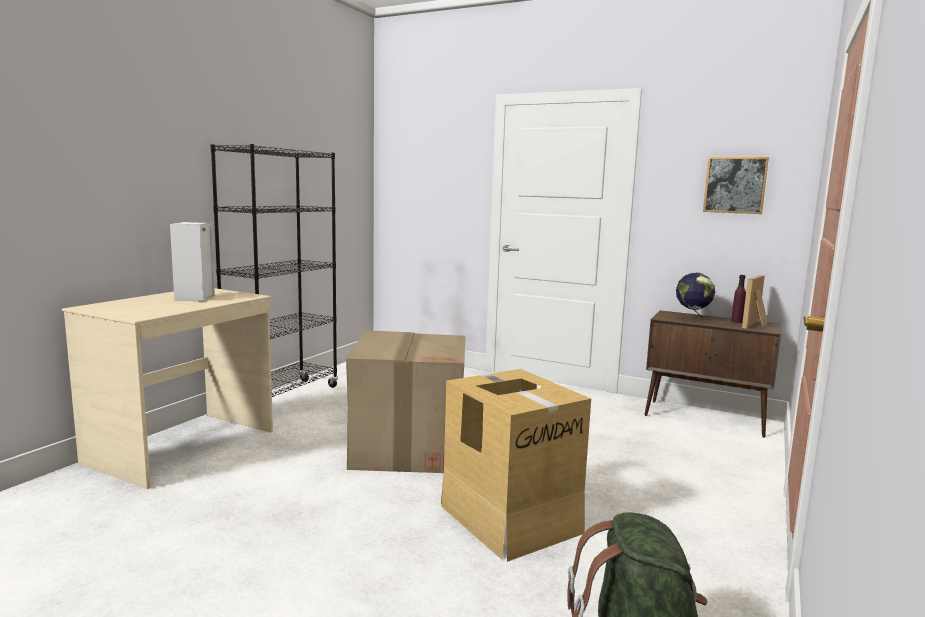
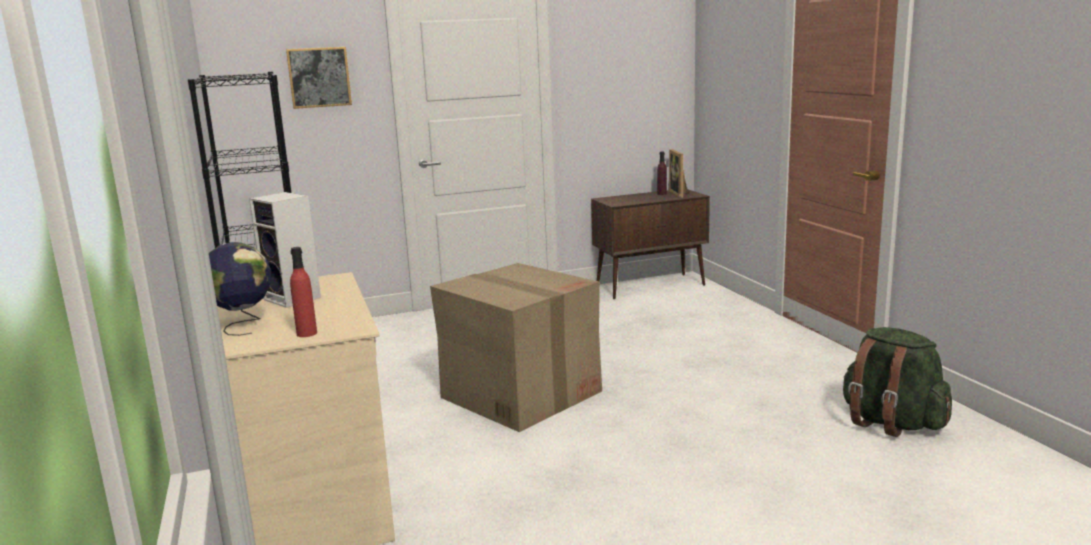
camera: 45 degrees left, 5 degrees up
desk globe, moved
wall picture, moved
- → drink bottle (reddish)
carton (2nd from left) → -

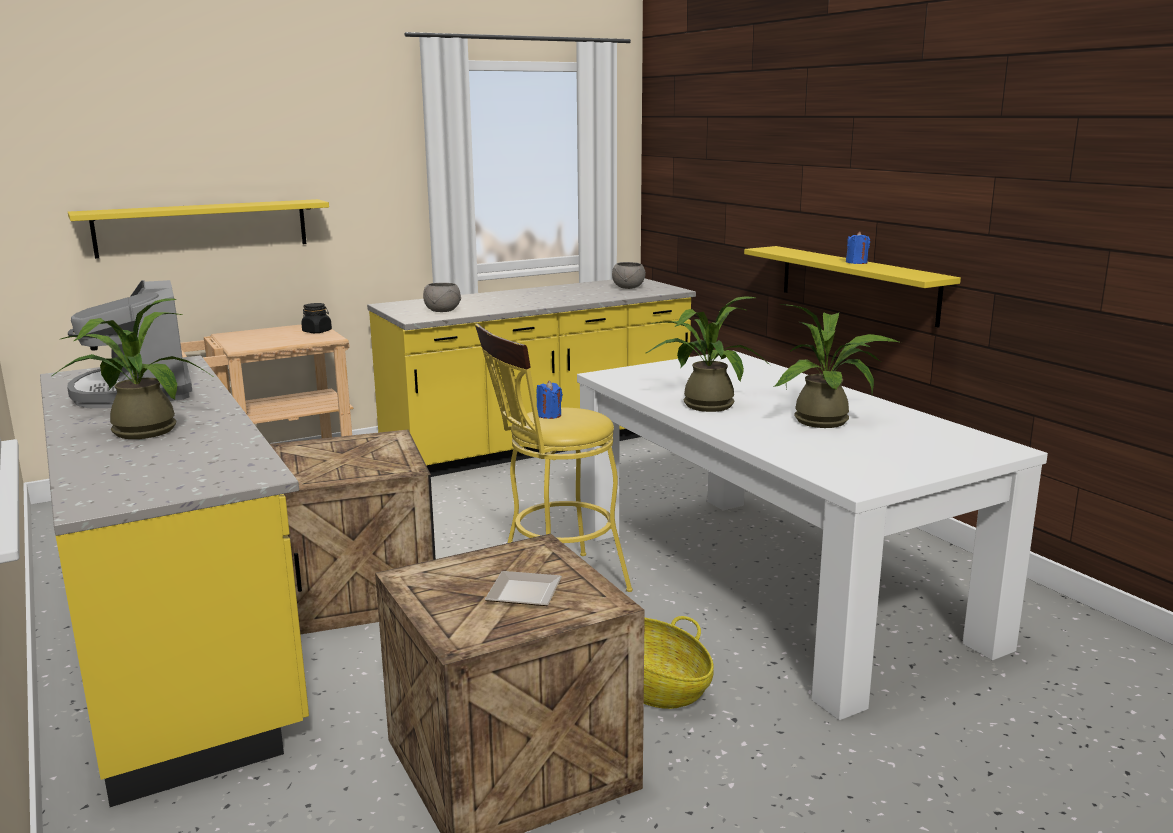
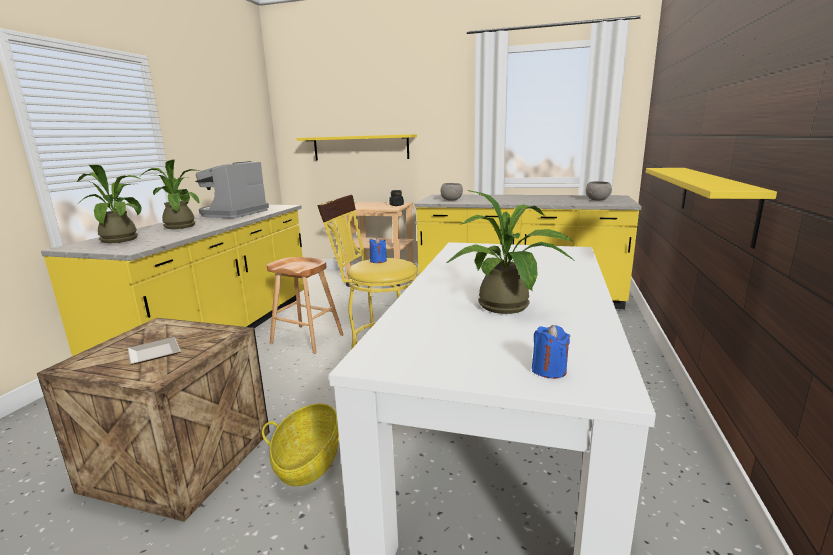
camera: 45 degrees right, 0 degrees up
potted plant (2nd from left in the first image) → potted plant (1st from left), moved
crate (1st from left) → sitting stool (brownish)
candle (bluish) (2nd from left), moved

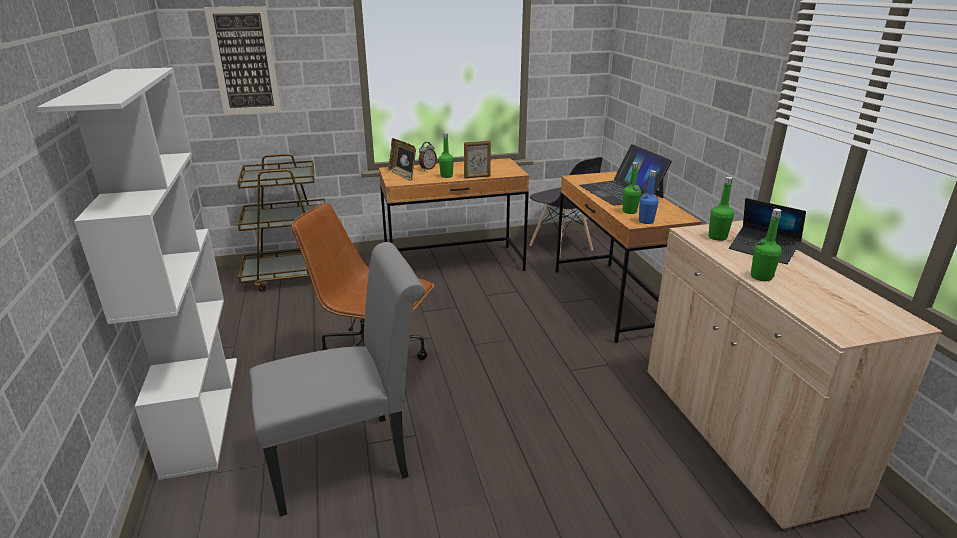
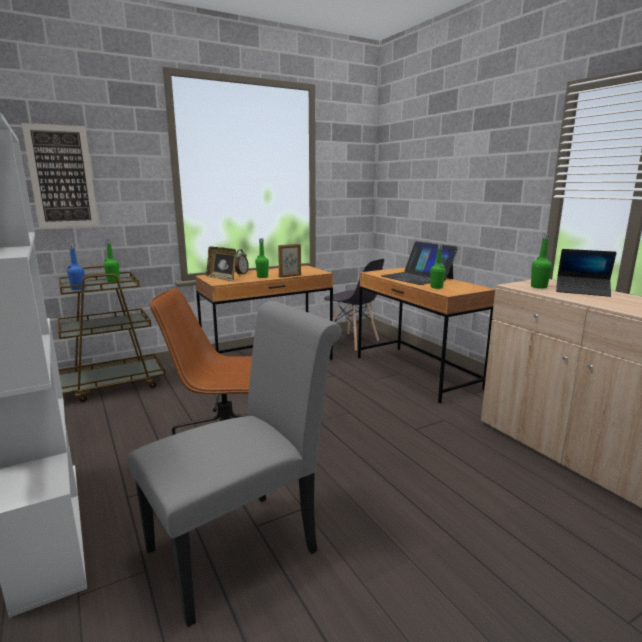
camera: 15 degrees left, 10 degrees down
drink bottle (bluish), moved
drink bottle (greenish) (4th from left in the first image) → drink bottle (greenish) (1st from left), moved

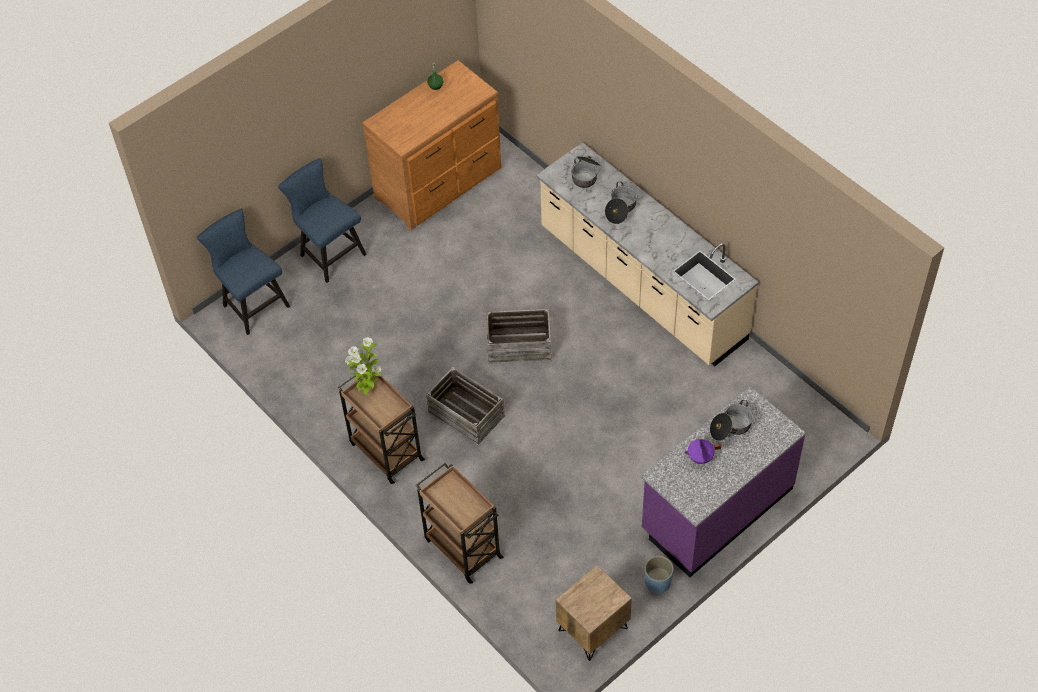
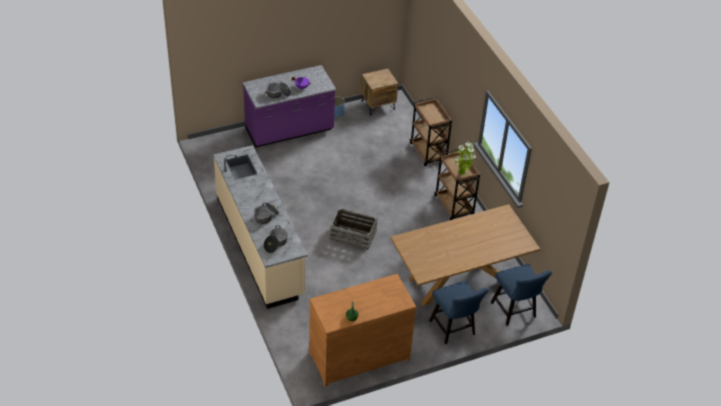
camera: 165 degrees left, 10 degrees down
- → kitchen table (brownish)
crate (1st from left) → -

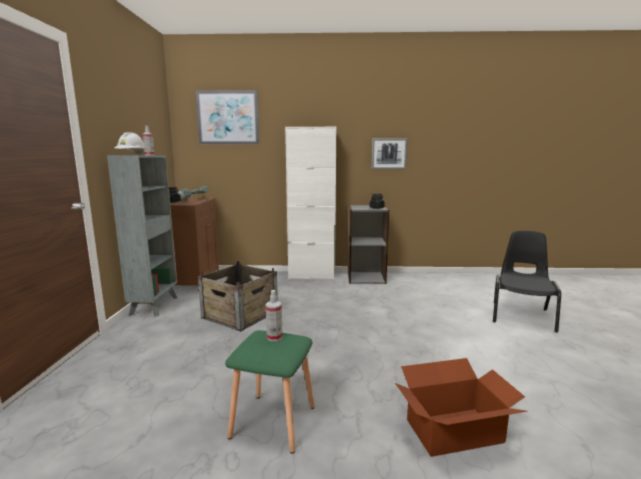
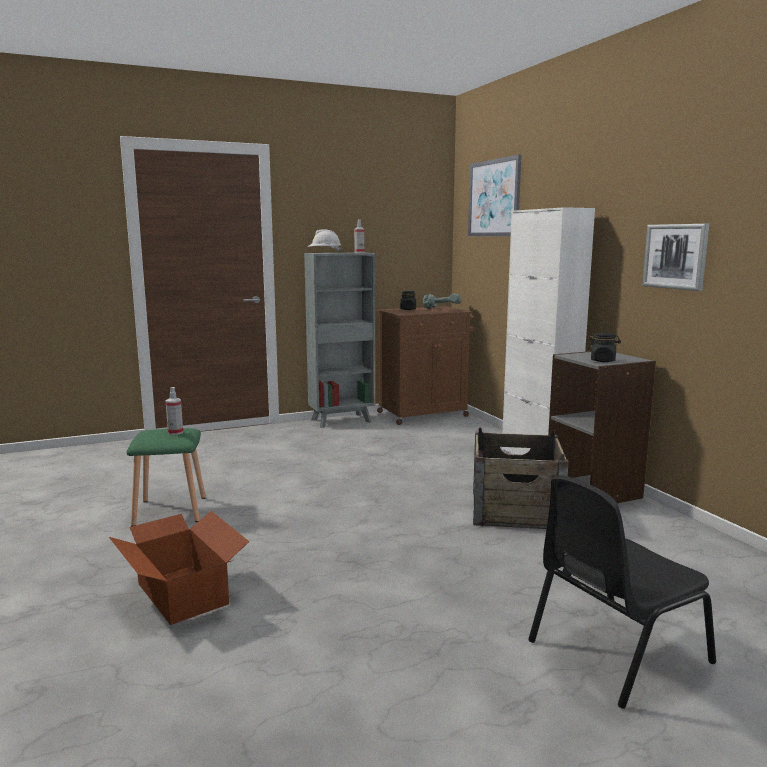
camera: 65 degrees right, 0 degrees up
crate, moved
plain chair (black), 150 degrees clockwise

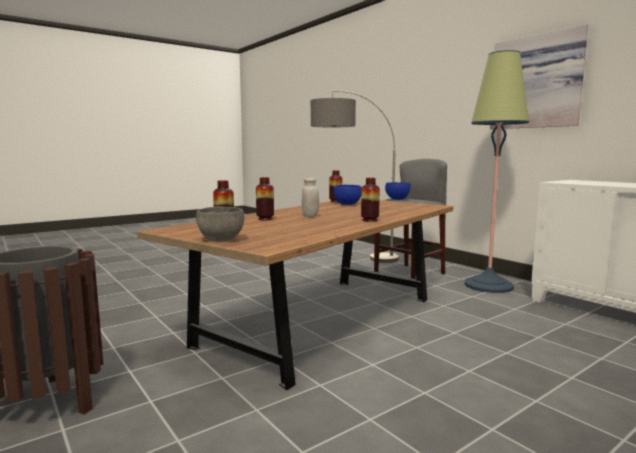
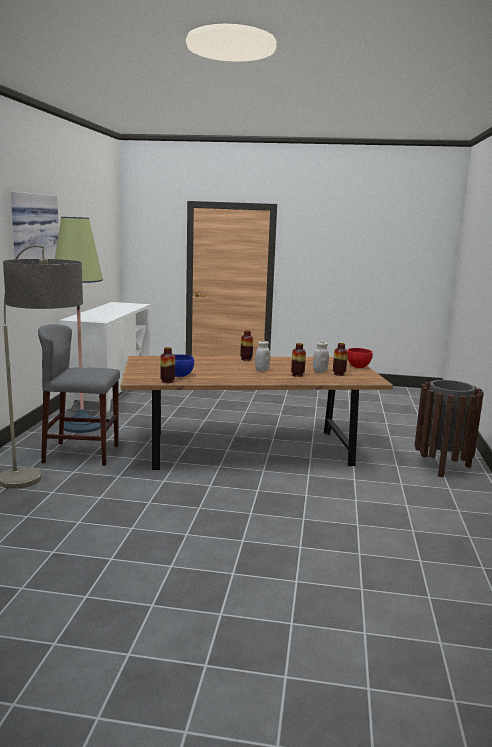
camera: 135 degrees left, 5 degrees up
- → preserve jar (white-coloured) (2nd from left)
bowl (grey) → bowl (reddish)
bowl (bluish) (2nd from left) → -

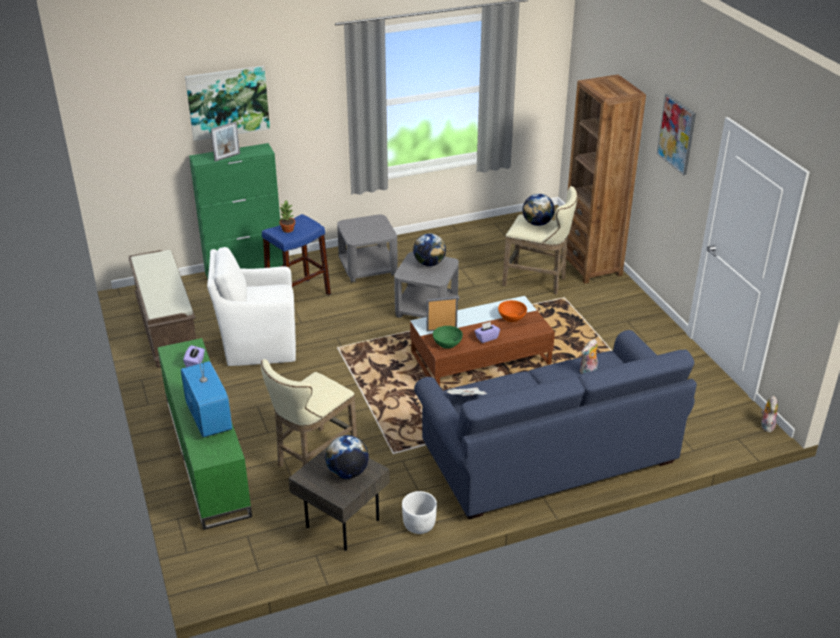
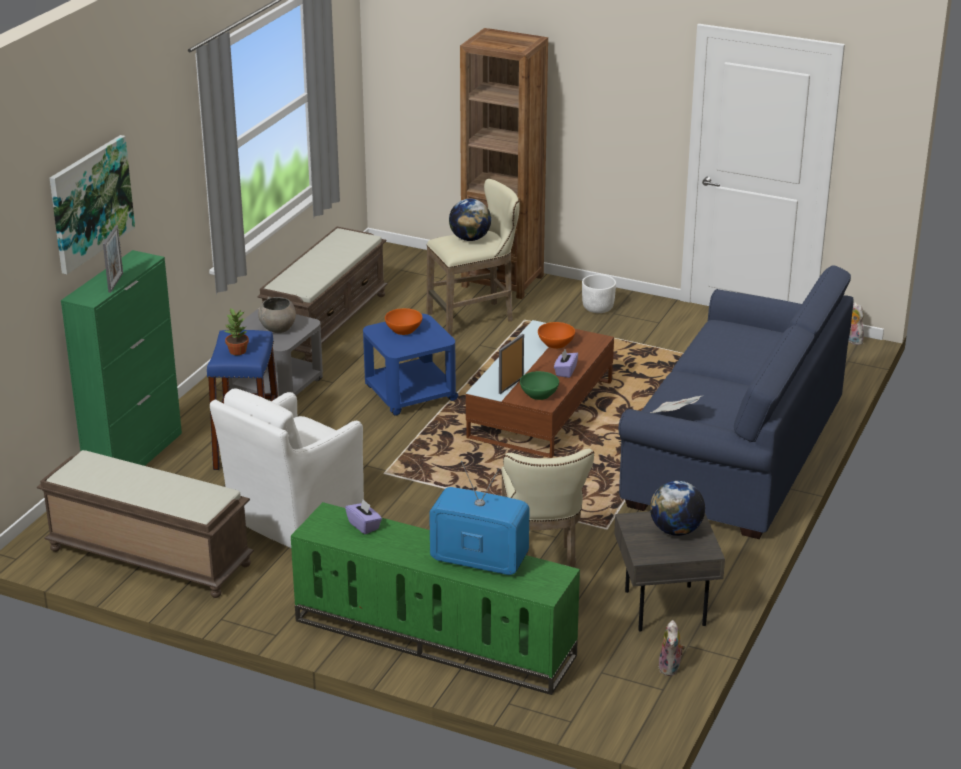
camera: 45 degrees left, 5 degrees down
- → bench (brownish) (2nd from left)
- → bowl (grey)
end table (grey) (3rd from left) → end table (bluish)
desk globe (2nd from left) → bowl (orange-coloured) (1st from left)
planter (white-coloured), moved
cuddly toy (1st from left), moved
wall picture (2nd from left) → -

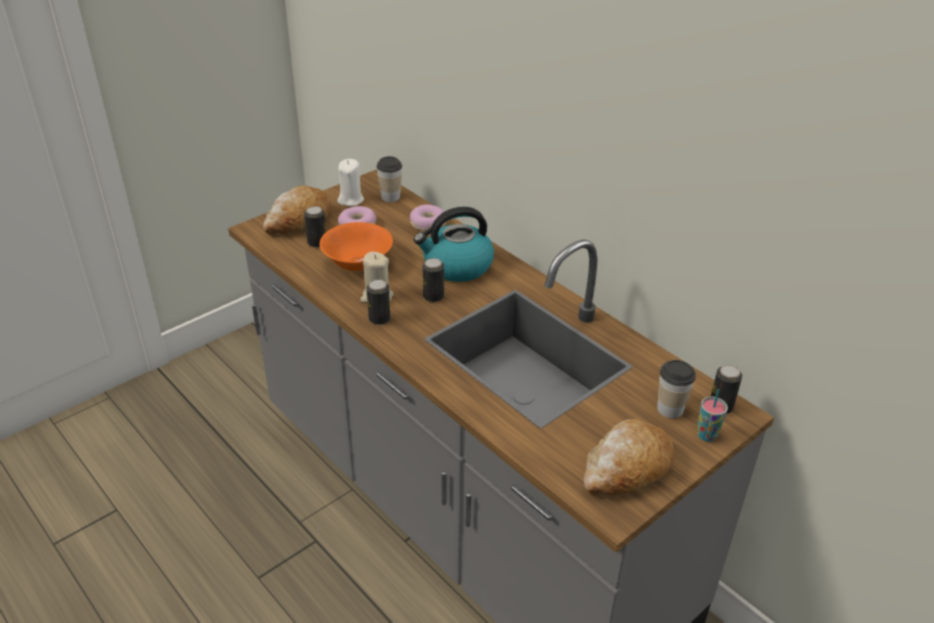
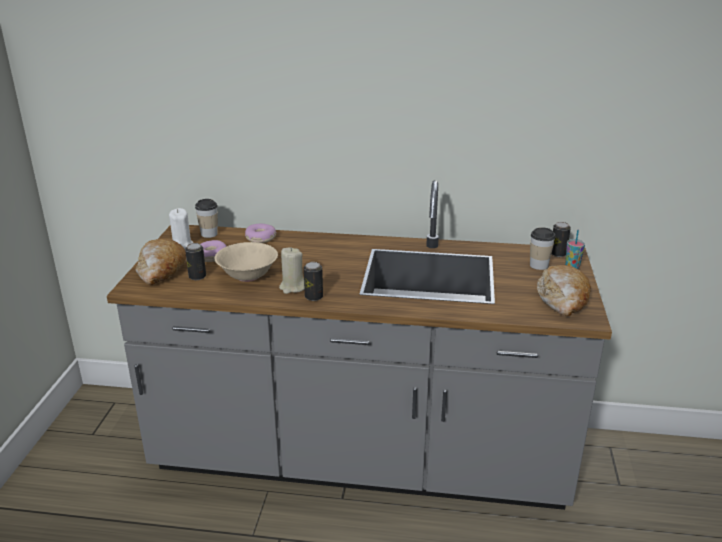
camera: 40 degrees left, 10 degrees down
bowl (orange-coloured) → bowl (beige)
tea kettle → -
metal can (3rd from left) → -

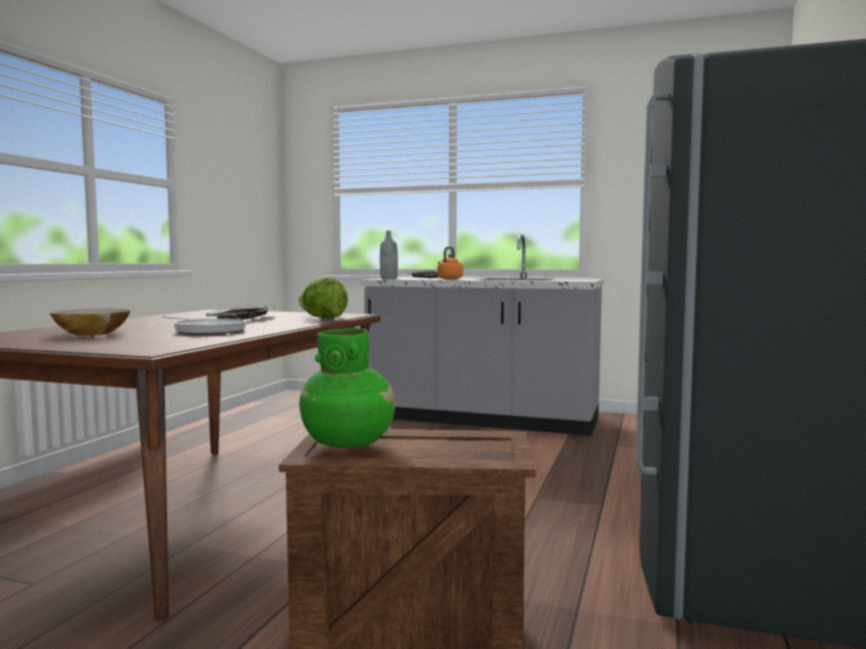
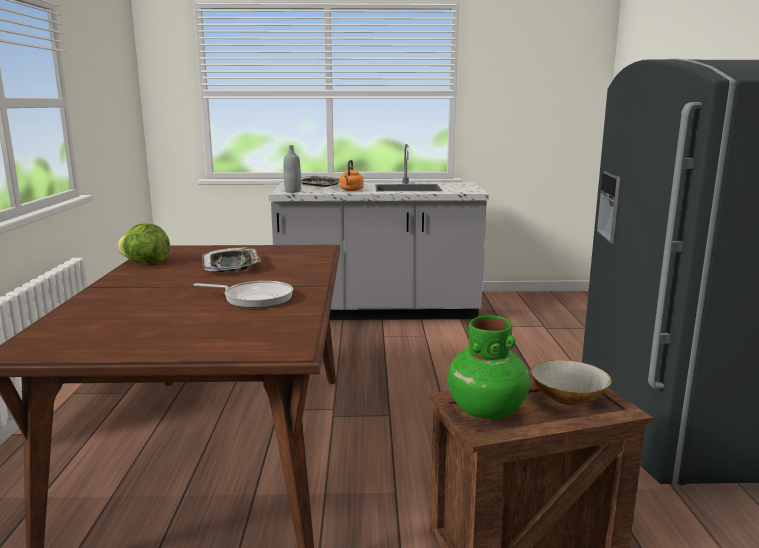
camera: 20 degrees left, 10 degrees up
lettuce, moved
bowl, moved

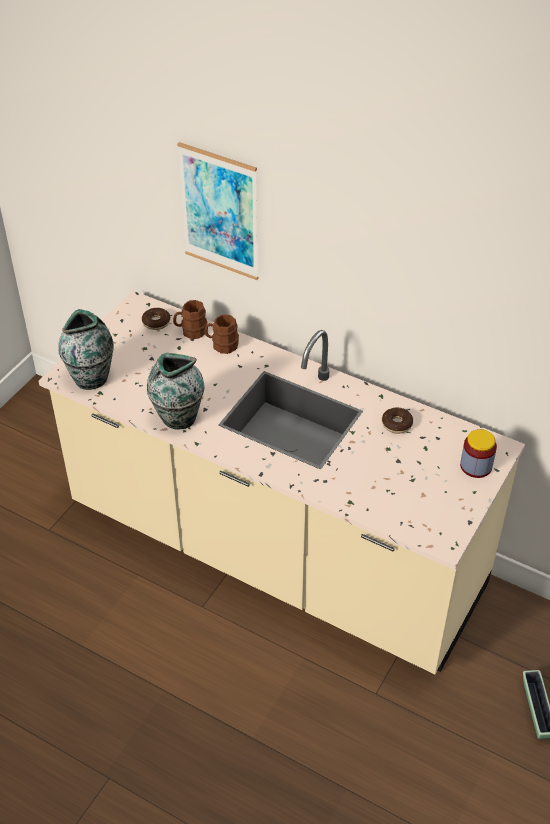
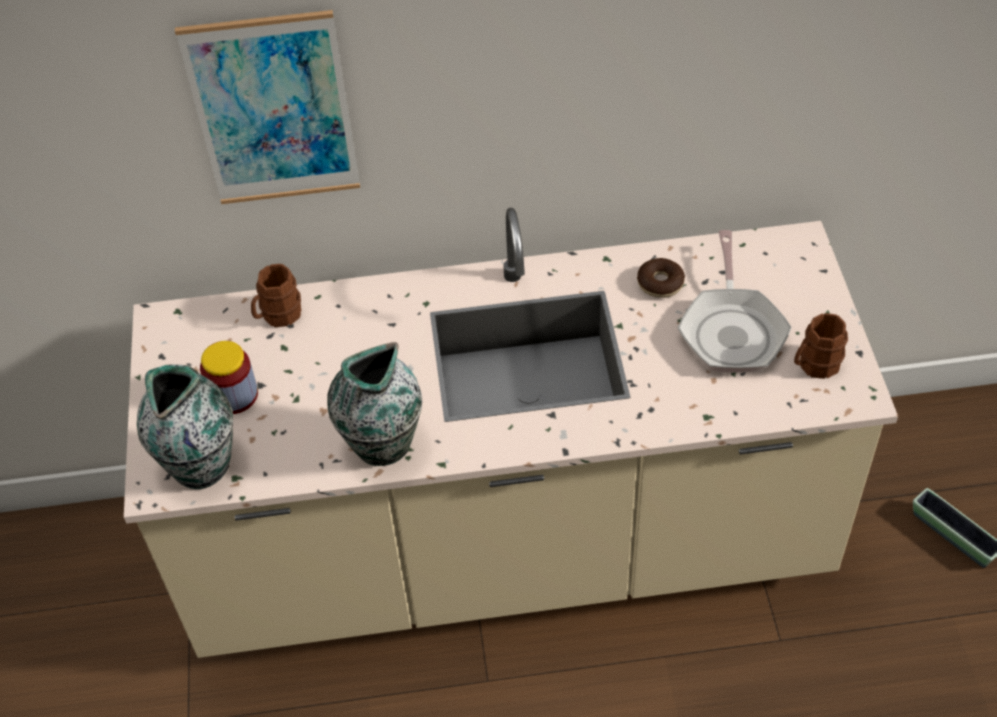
camera: 35 degrees left, 5 degrees up
preserve jar, moved
- → frying pan
mug (brownish) (2nd from left), moved
ring doughnut (1st from left) → -

